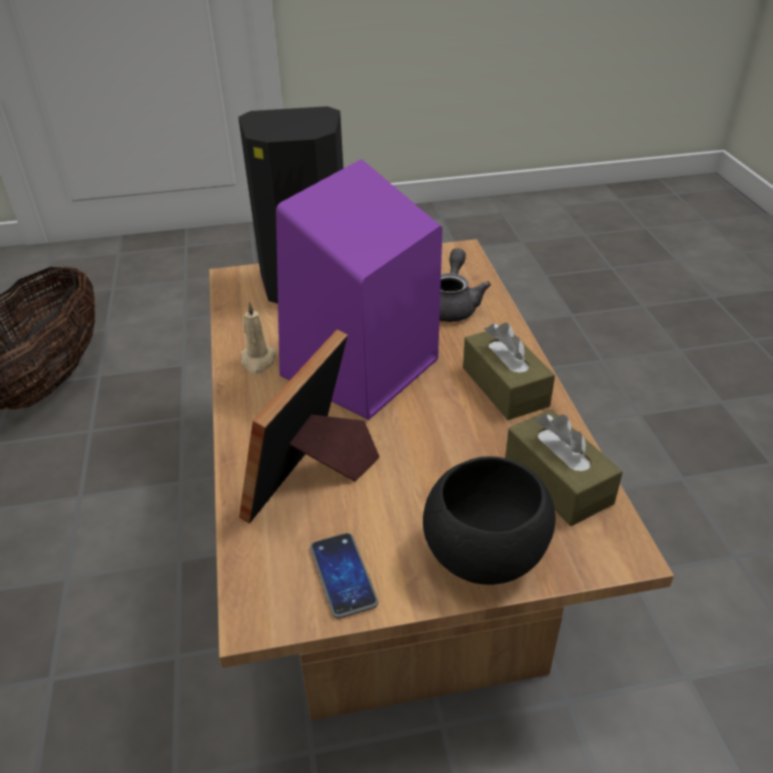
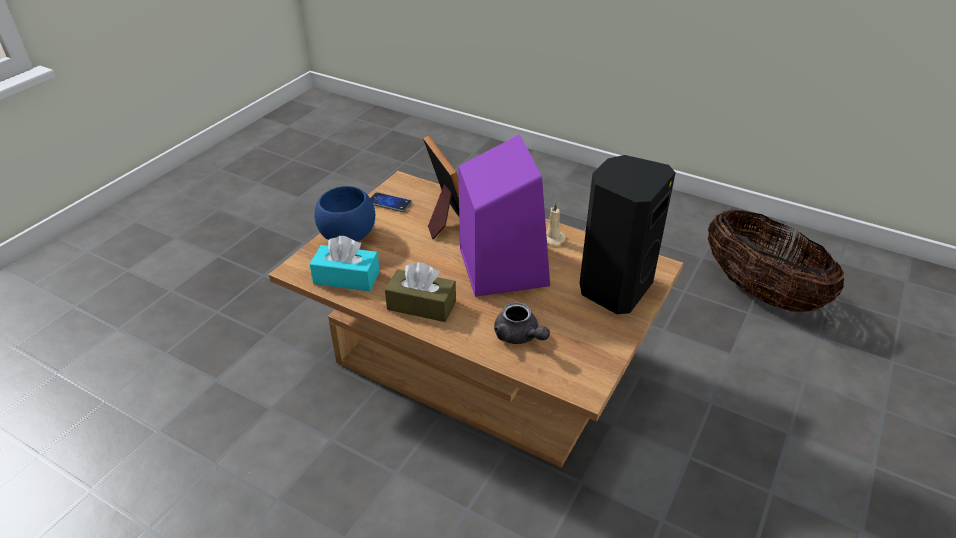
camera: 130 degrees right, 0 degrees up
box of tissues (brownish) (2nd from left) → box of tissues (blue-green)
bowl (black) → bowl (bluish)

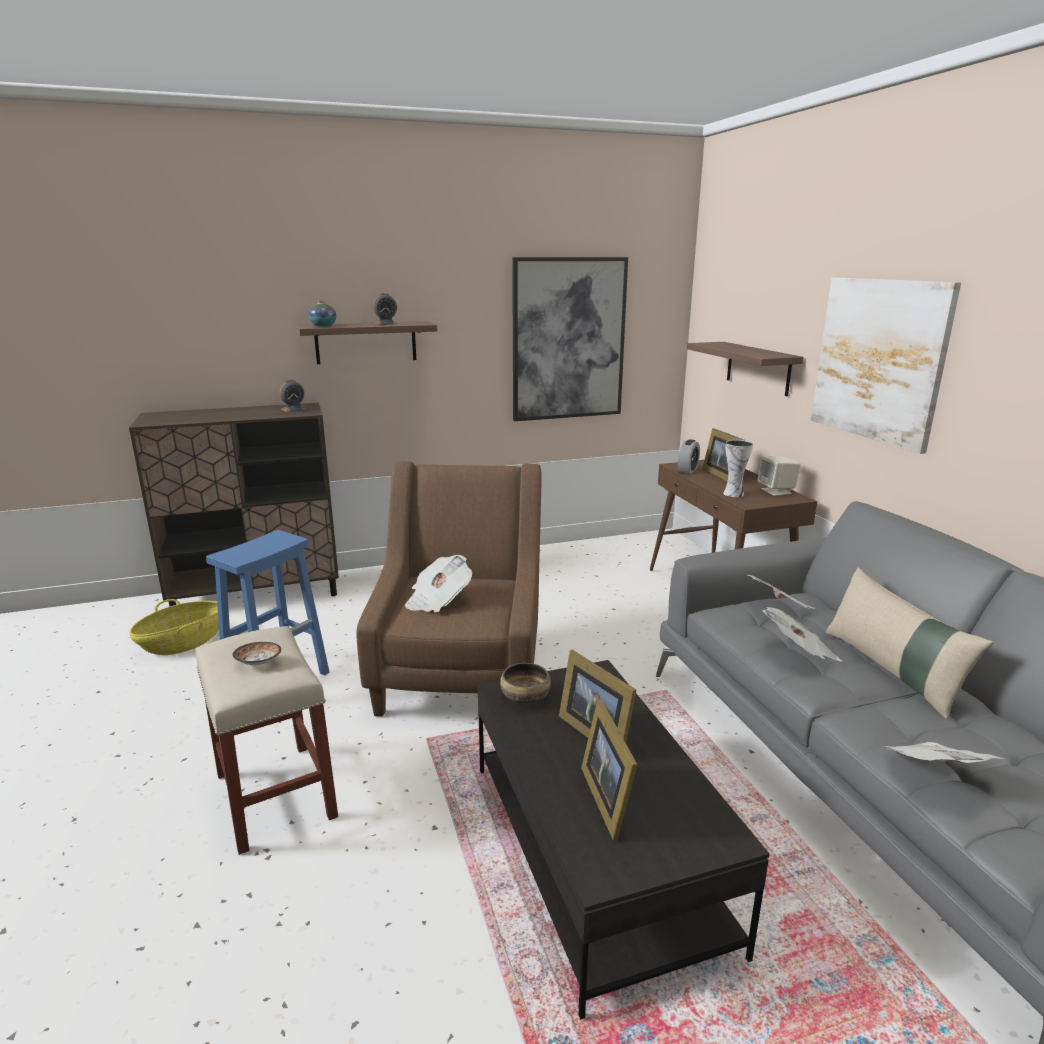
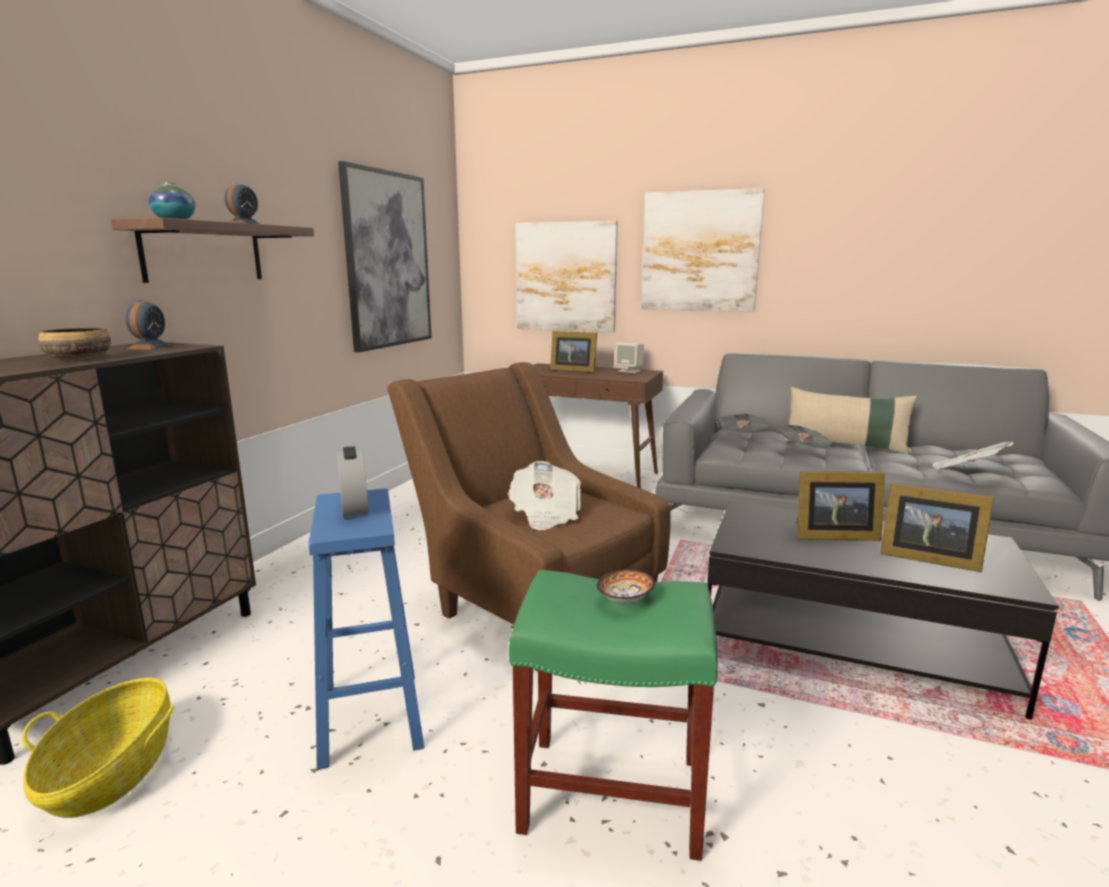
camera: 50 degrees left, 5 degrees down
bowl (2nd from left in the first image) → bowl (1st from left), moved
alarm clock (3rd from left), moved
sitting stool (beige) → sitting stool (greenish)
wall shelf (2nd from left) → wall picture (2nd from left)
vase (2nd from left) → -

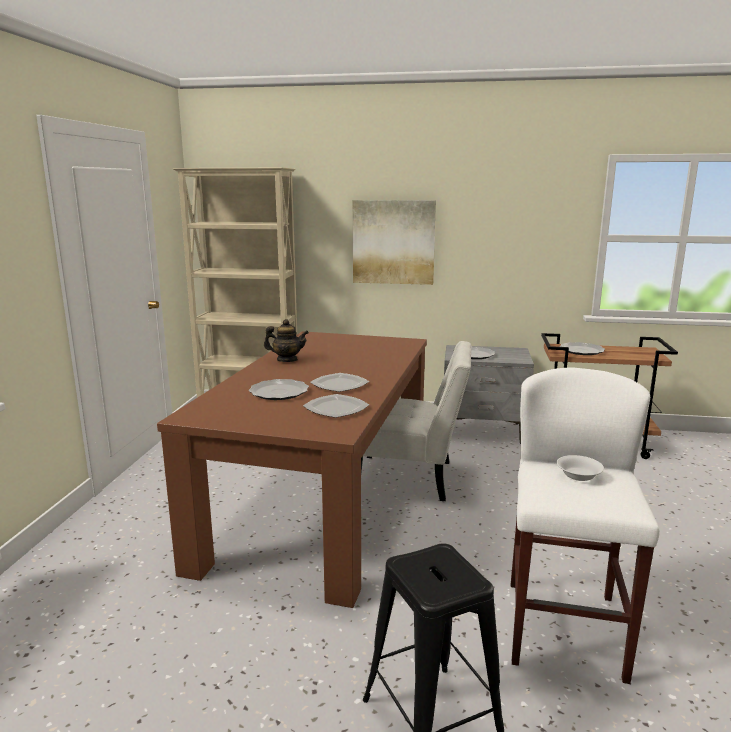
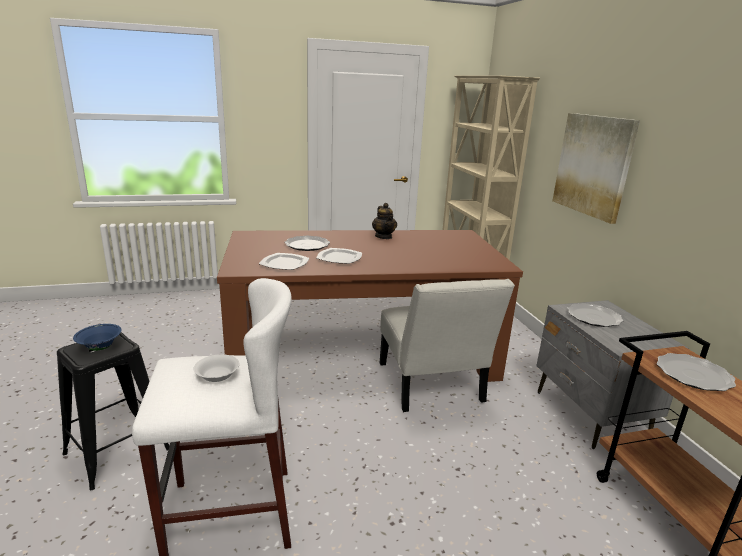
camera: 65 degrees right, 5 degrees up
- → bowl (bluish)

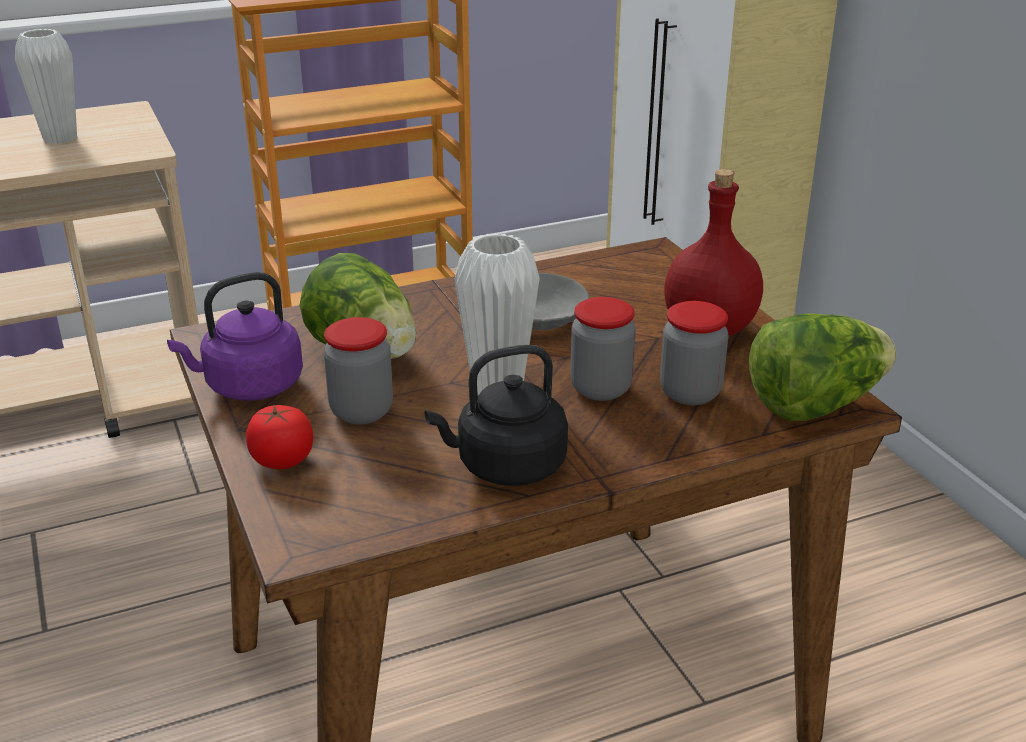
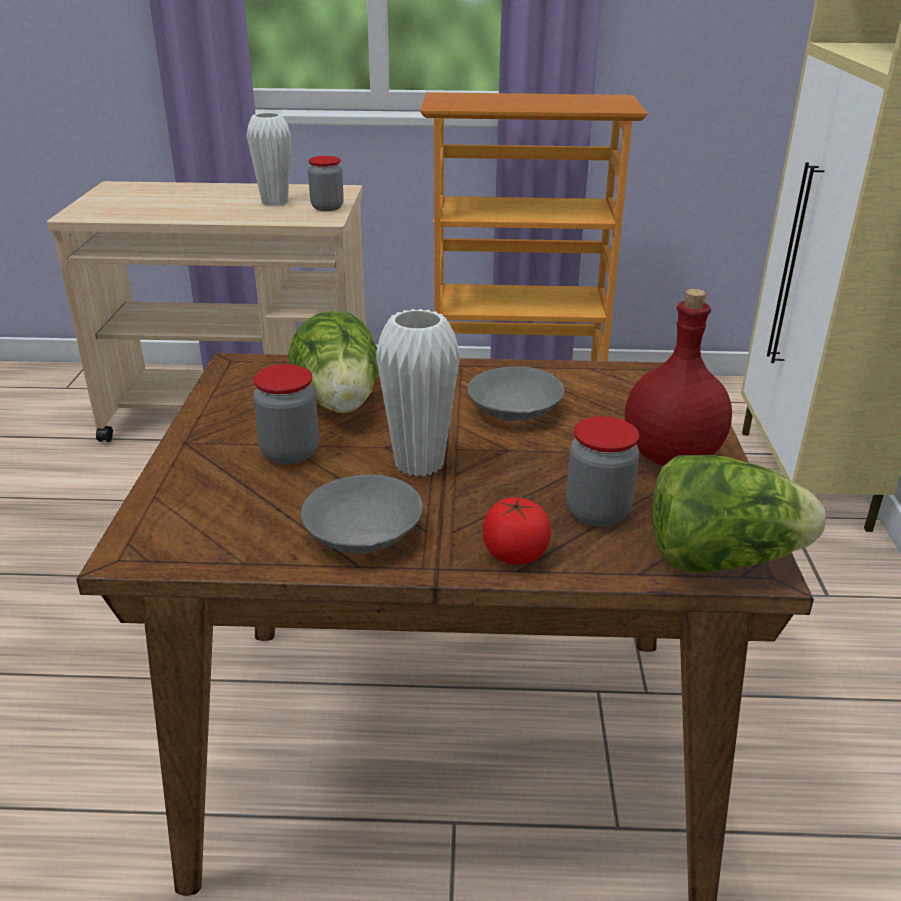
camera: 25 degrees right, 0 degrees up
tea kettle (black) → bowl (grey) (1st from left)
preserve jar (2nd from left), moved
tomato, moved
tea kettle (purplish) → -

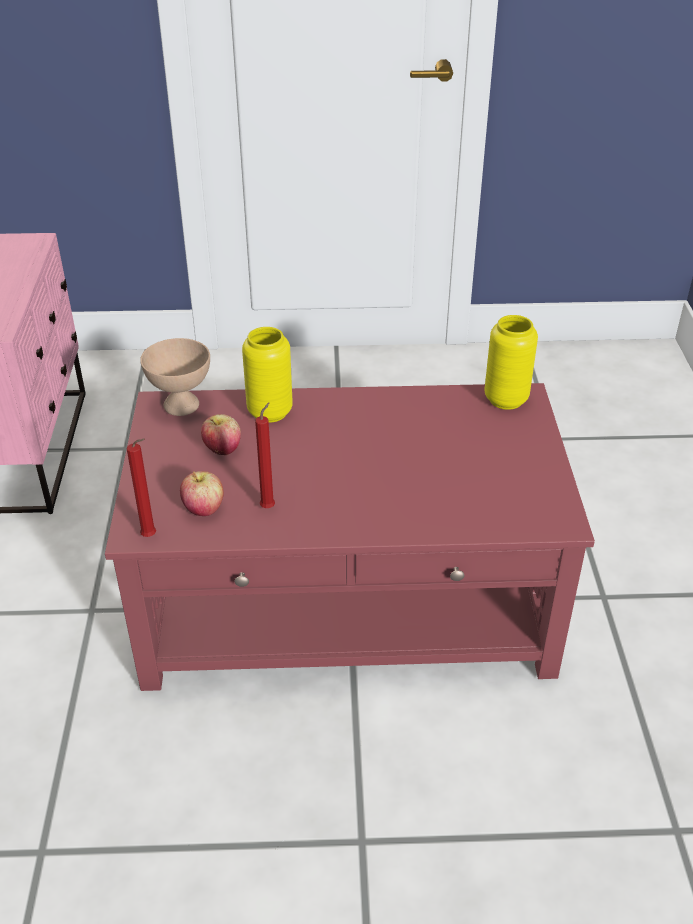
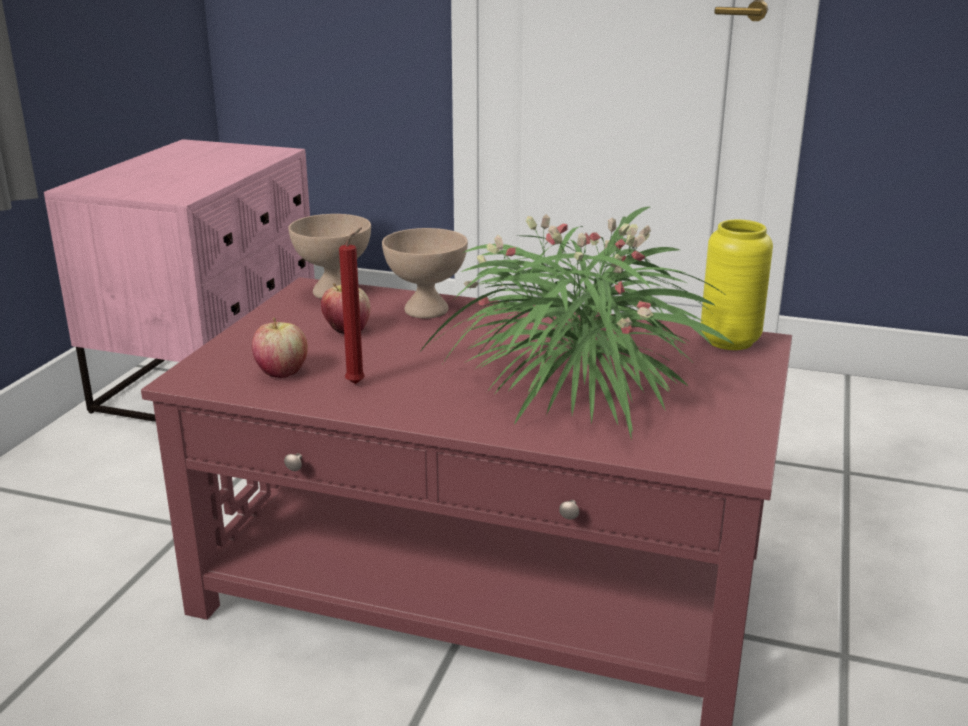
camera: 20 degrees right, 15 degrees down
vase (yellow) (1st from left) → bowl (beige) (2nd from left)
- → potted plant
candle (reddish) (1st from left) → -

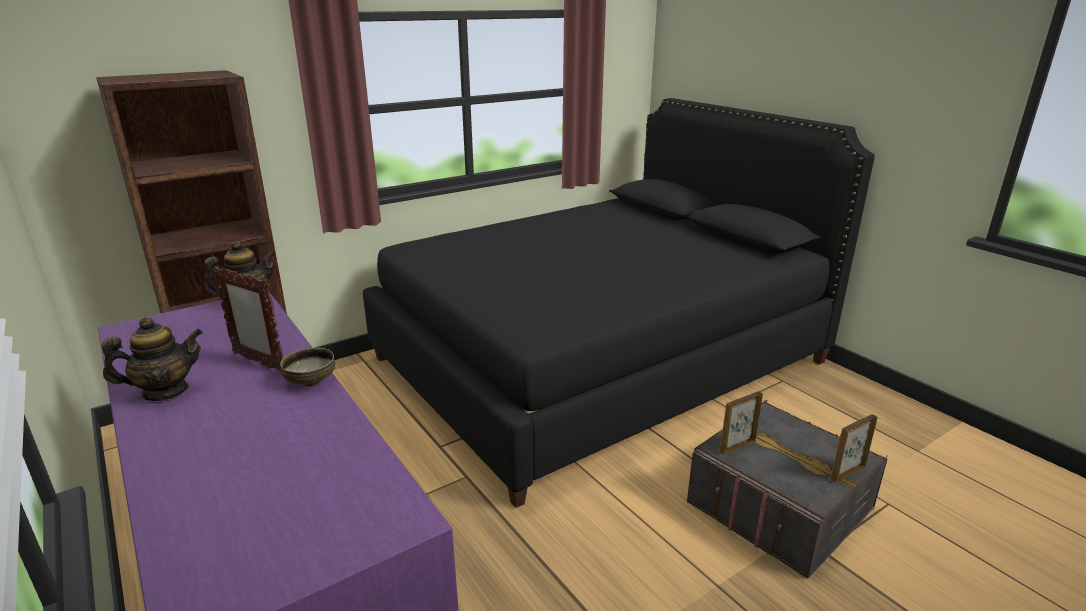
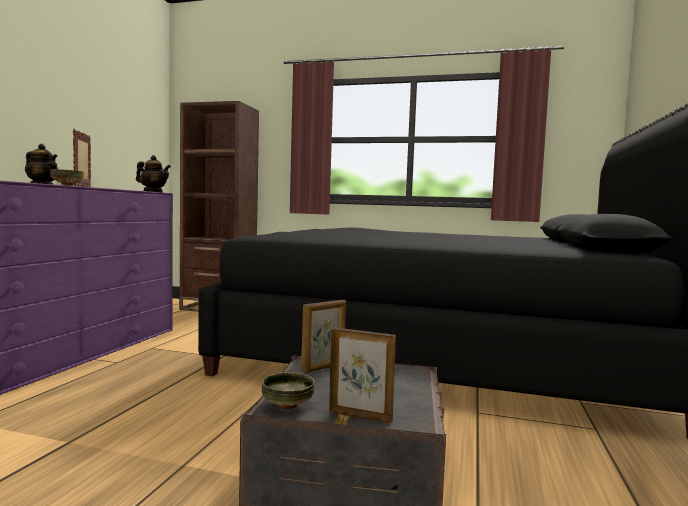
camera: 50 degrees right, 20 degrees down
- → bowl (2nd from left)
standing frame (2nd from left), 120 degrees clockwise

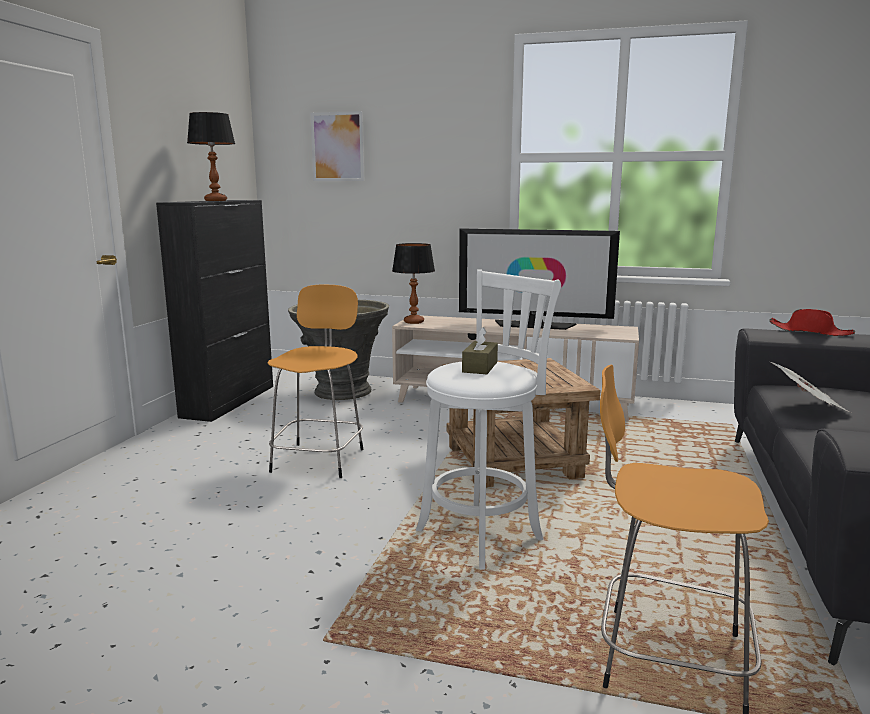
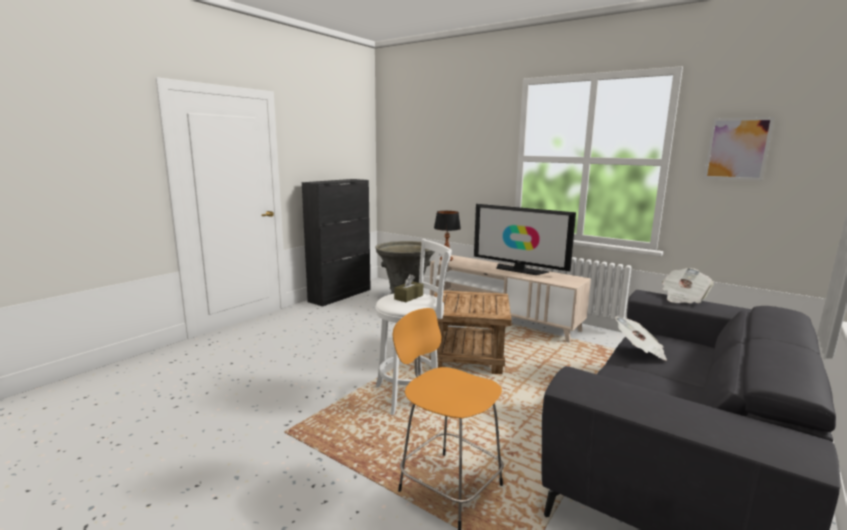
camera: 20 degrees right, 0 degrees up
wearable hat (reddish) → daily paper (2nd from left)
wall picture, moved
lamp for a table (1st from left) → -
sitting stool (orange-coloured) (1st from left) → -

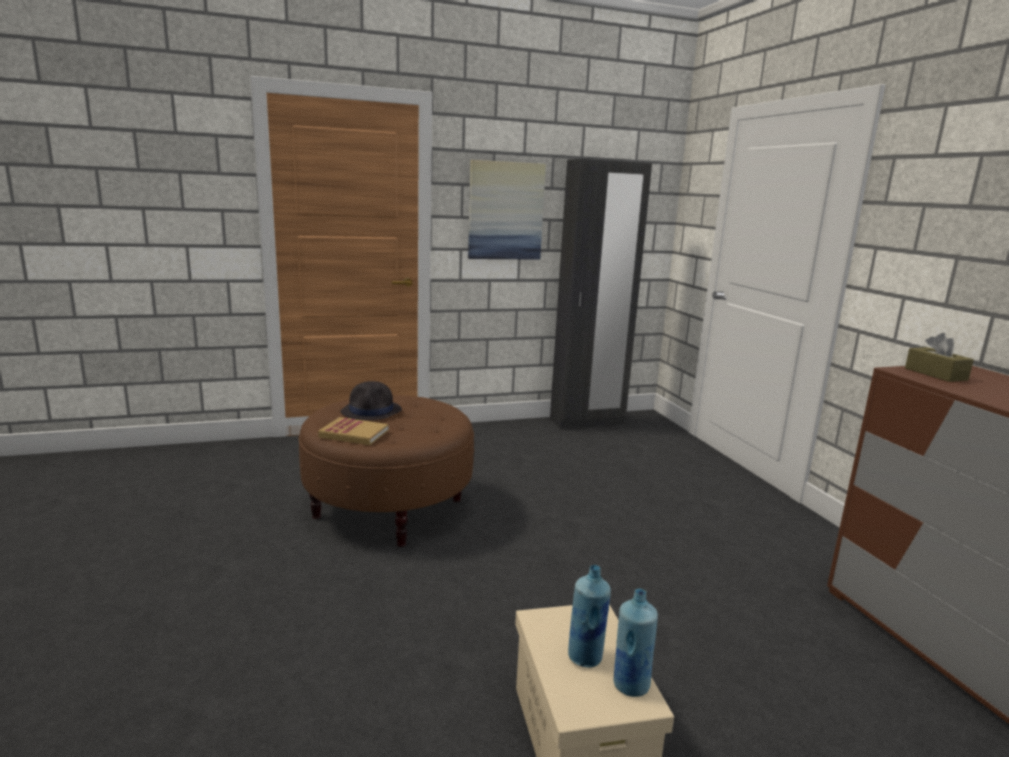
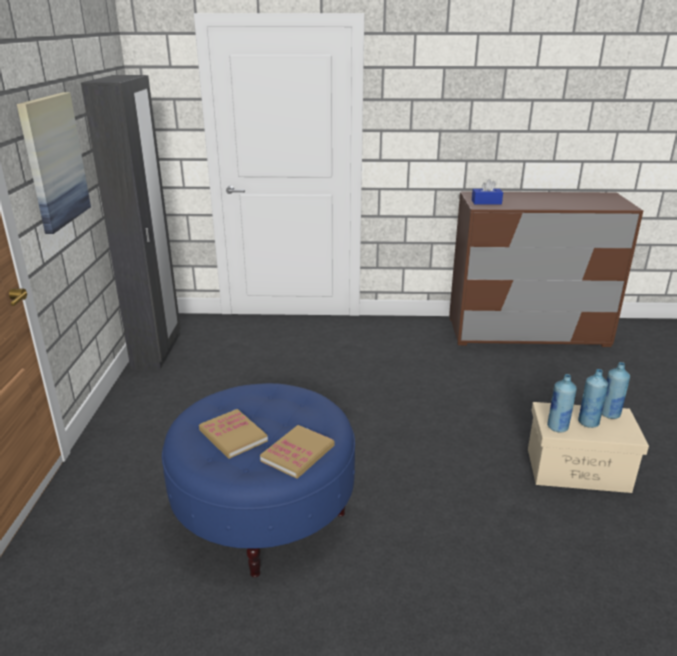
camera: 70 degrees left, 10 degrees up
ottoman (brownish) → ottoman (bluish)
wearable hat (black) → book (1st from left)
box of tissues (brownish) → box of tissues (bluish)
- → drink bottle (bluish) (1st from left)

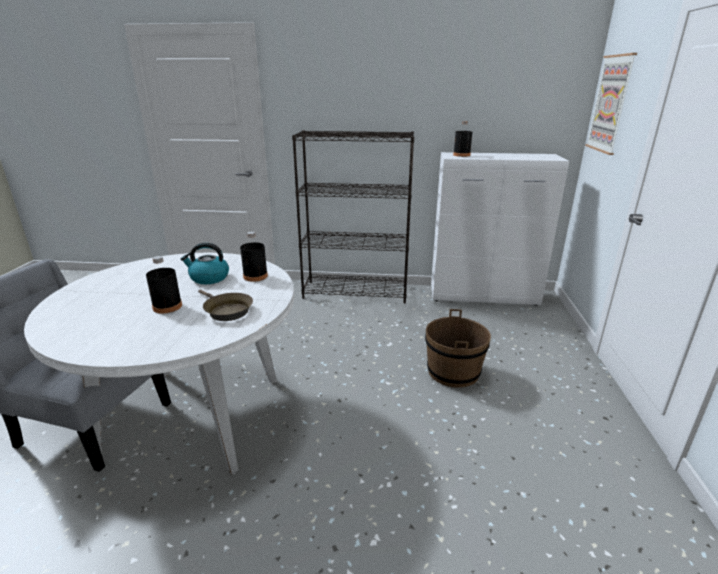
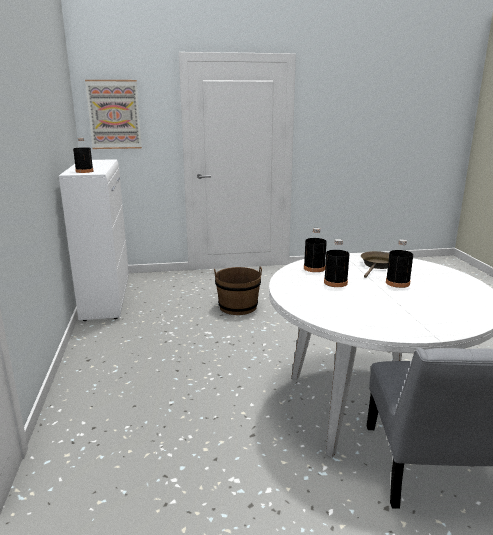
camera: 105 degrees left, 5 degrees down
tea kettle → drink bottle (black) (3rd from left)
shelving unit (black) → -

